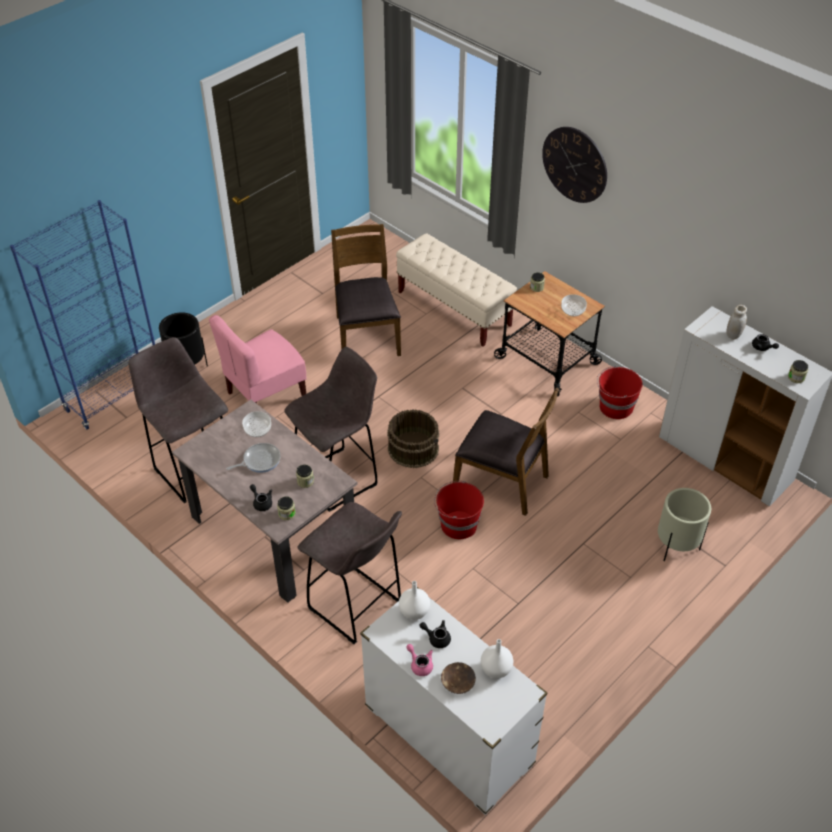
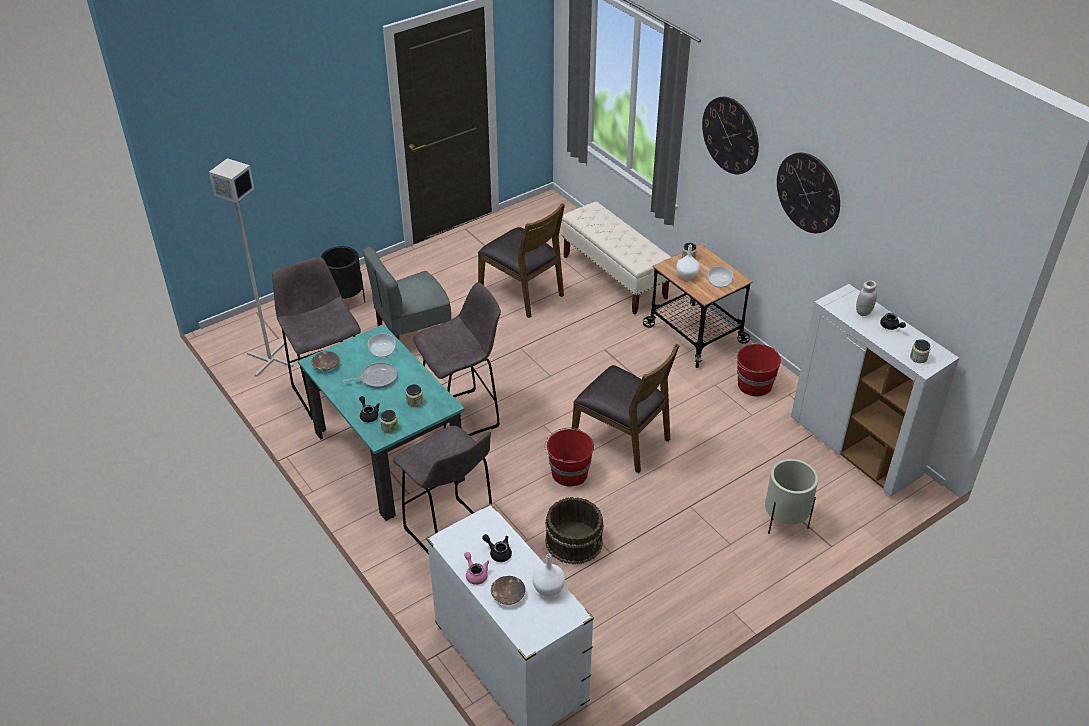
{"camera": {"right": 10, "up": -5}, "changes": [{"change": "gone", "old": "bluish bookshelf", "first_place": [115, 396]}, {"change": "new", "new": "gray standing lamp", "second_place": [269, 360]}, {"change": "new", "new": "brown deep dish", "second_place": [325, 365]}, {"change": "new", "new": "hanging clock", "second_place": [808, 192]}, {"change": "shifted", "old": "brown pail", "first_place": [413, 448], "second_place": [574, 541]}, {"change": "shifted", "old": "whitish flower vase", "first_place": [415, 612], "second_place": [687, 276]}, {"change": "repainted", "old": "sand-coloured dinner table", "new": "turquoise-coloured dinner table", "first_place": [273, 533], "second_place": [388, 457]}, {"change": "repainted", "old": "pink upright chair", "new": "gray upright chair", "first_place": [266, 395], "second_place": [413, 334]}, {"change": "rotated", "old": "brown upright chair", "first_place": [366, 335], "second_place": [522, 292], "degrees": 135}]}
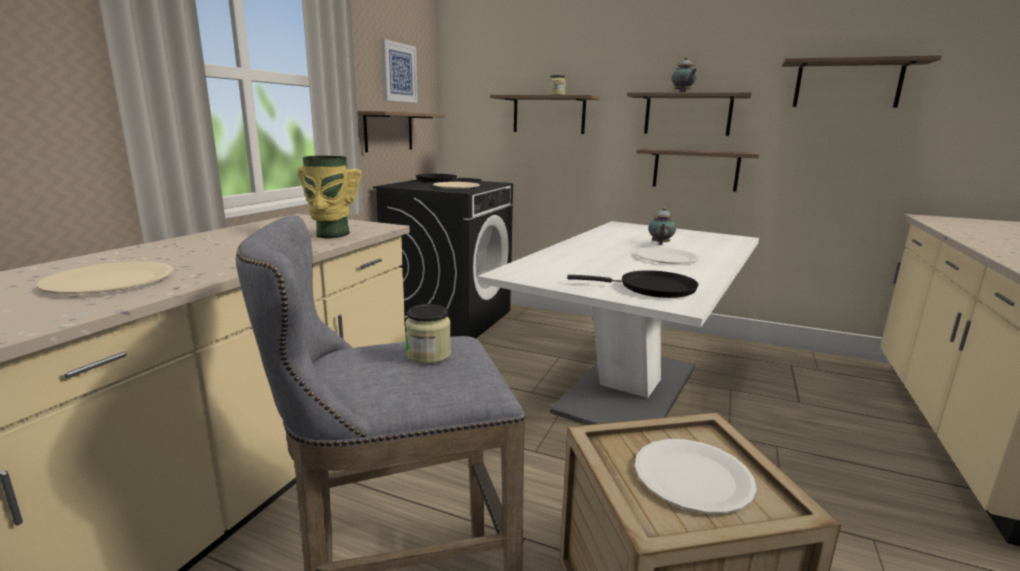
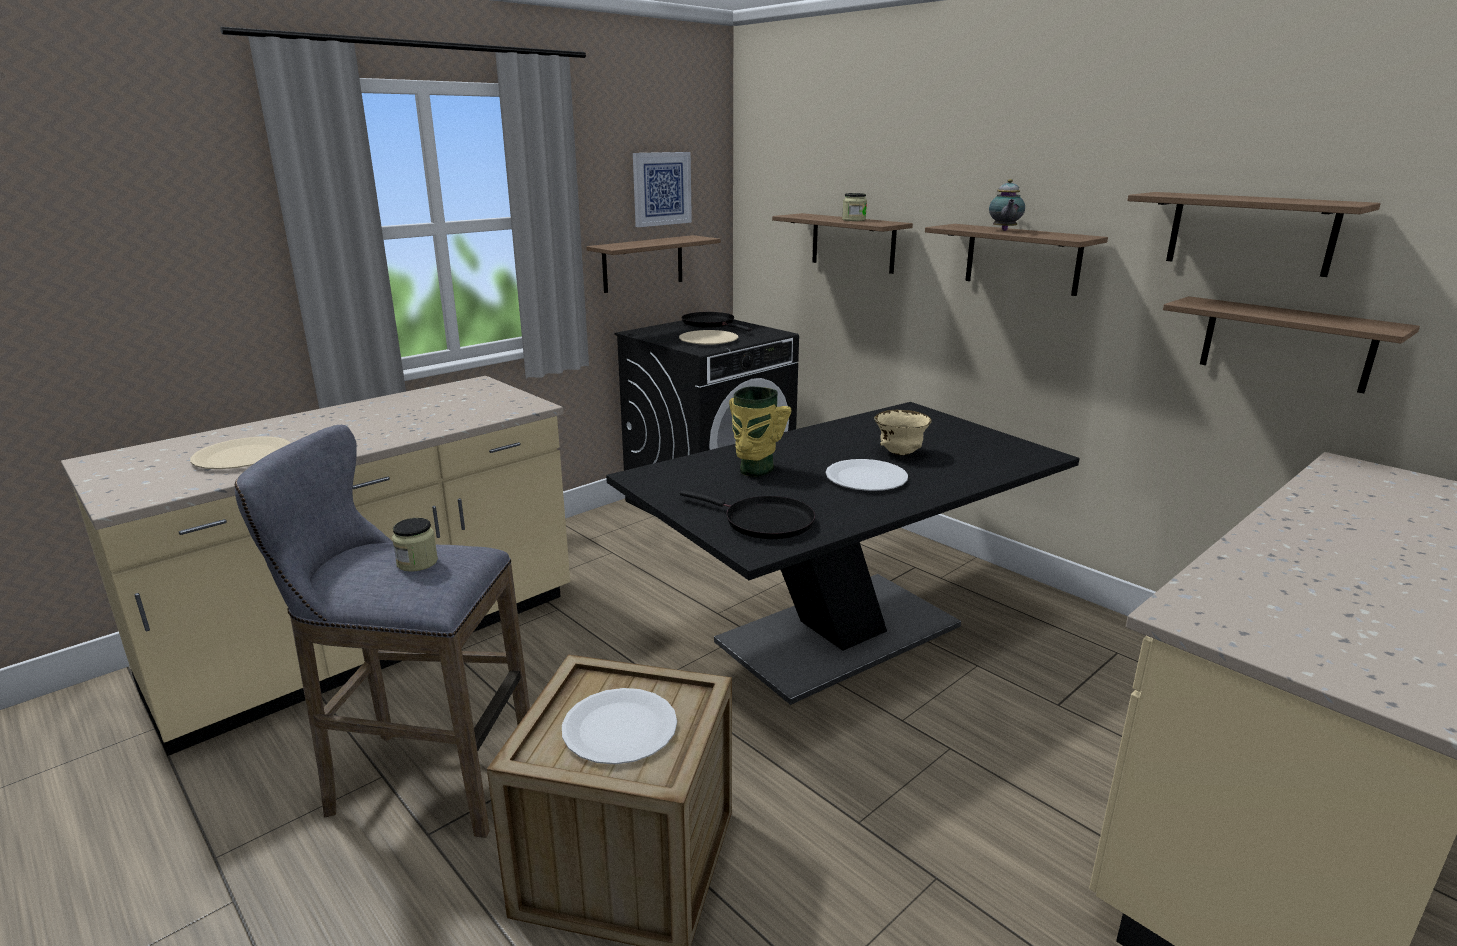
{"camera": {"right": 25, "up": 5}, "changes": [{"change": "shifted", "old": "flower vase", "first_place": [331, 235], "second_place": [754, 470]}, {"change": "shifted", "old": "wall shelf", "first_place": [695, 169], "second_place": [1286, 344]}, {"change": "swapped", "old": "pot for tea", "new": "sand-coloured deep dish", "first_place": [660, 244], "second_place": [899, 453]}, {"change": "repainted", "old": "whitish dinner table", "new": "blackish dinner table", "first_place": [628, 388], "second_place": [839, 634]}]}
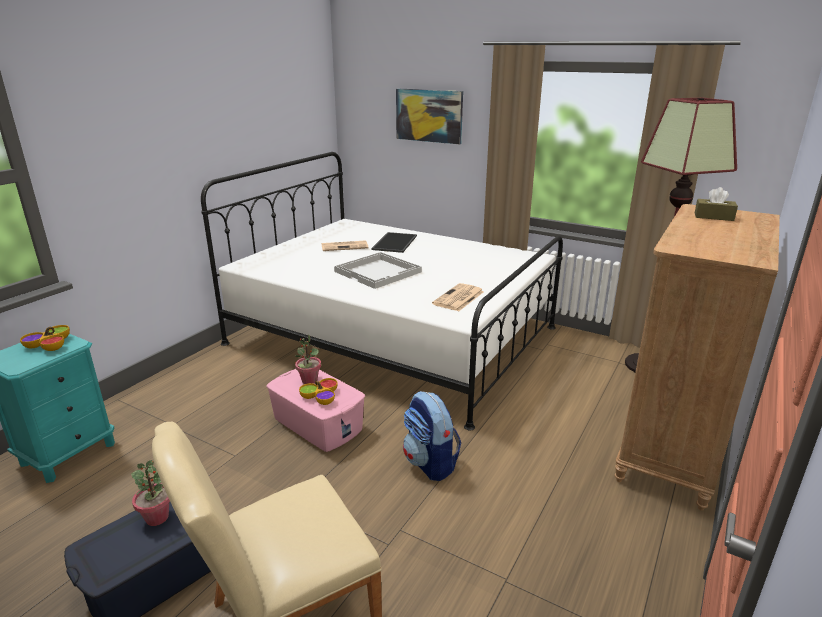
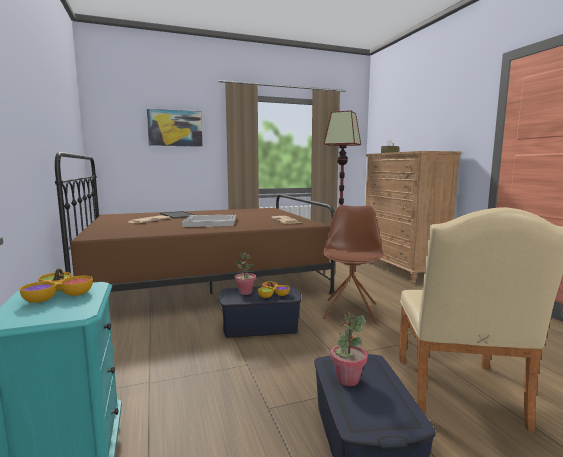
{"camera": {"right": -50, "up": -15}, "changes": [{"change": "swapped", "old": "backpack", "new": "brown upright chair", "first_place": [430, 463], "second_place": [350, 311]}, {"change": "repainted", "old": "whitish sleeping bed", "new": "brown sleeping bed", "first_place": [392, 335], "second_place": [205, 280]}, {"change": "repainted", "old": "pink storage box", "new": "bluish storage box", "first_place": [318, 423], "second_place": [260, 326]}]}
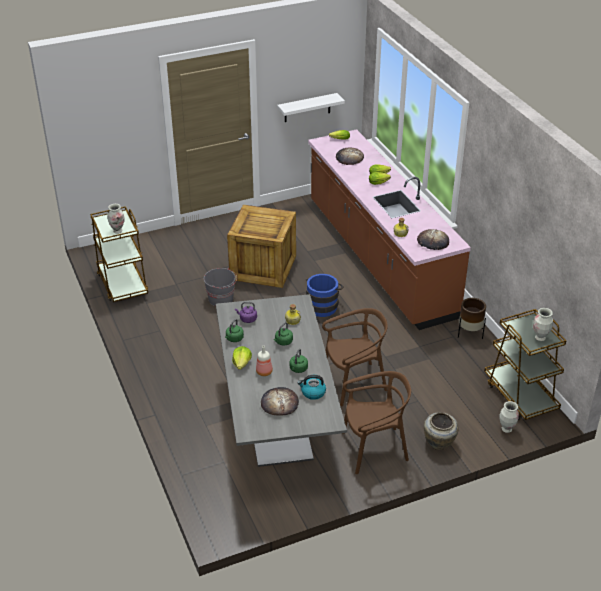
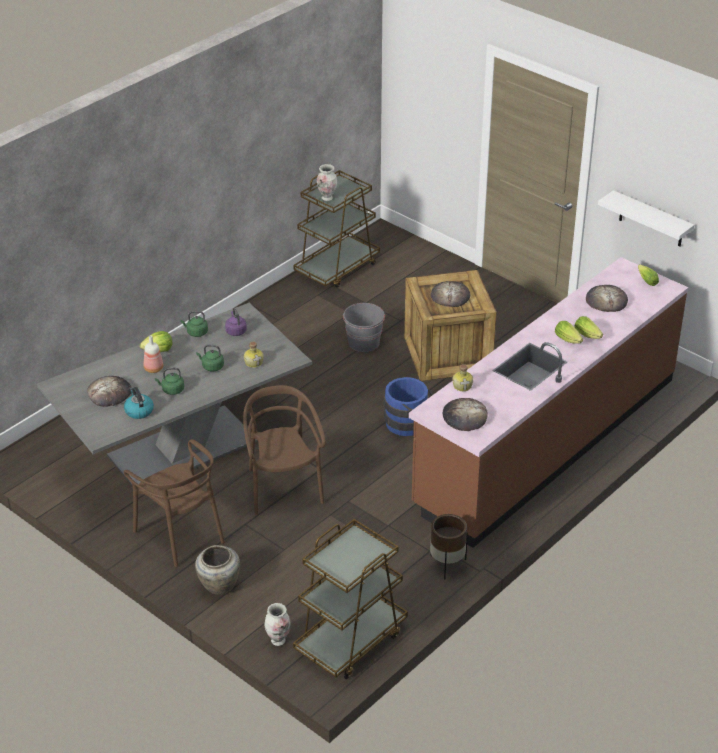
{"camera": {"right": 65, "up": 0}, "changes": [{"change": "gone", "old": "flower vase", "first_place": [540, 338]}, {"change": "new", "new": "bread", "second_place": [450, 296]}, {"change": "rotated", "old": "brown upright chair", "first_place": [354, 383], "second_place": [283, 488], "degrees": -150}]}
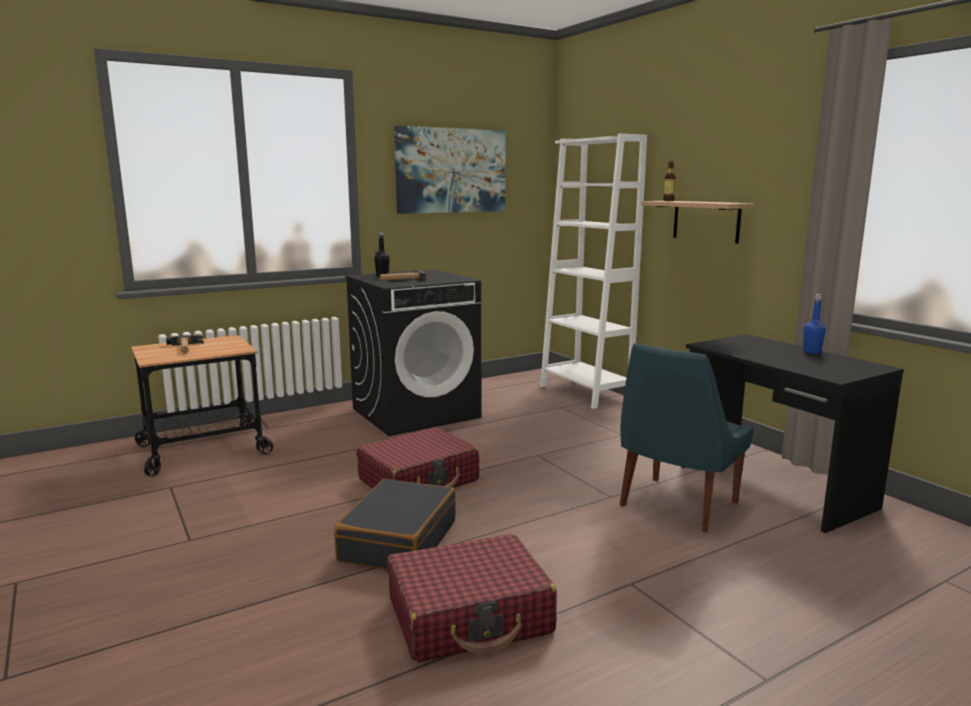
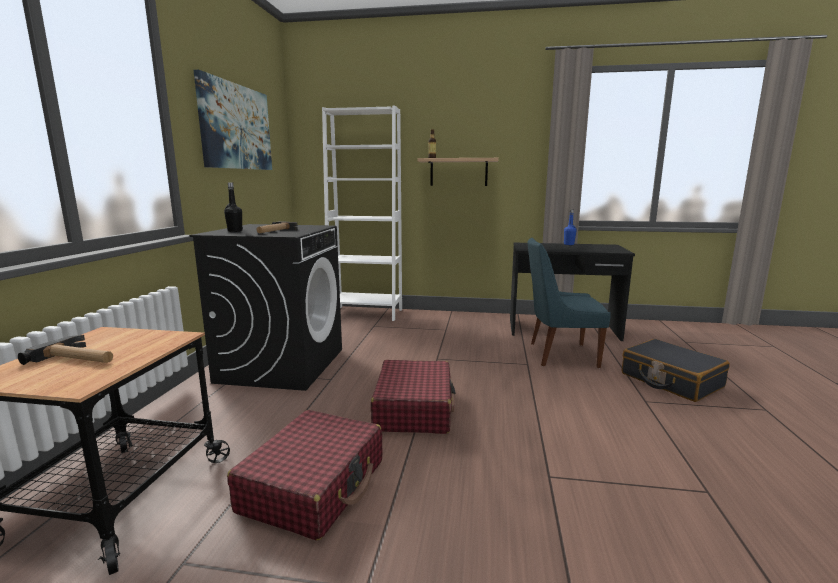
{"camera": {"right": -50, "up": 0}, "changes": [{"change": "shifted", "old": "blackish piece of luggage", "first_place": [398, 541], "second_place": [670, 380]}, {"change": "shifted", "old": "reddish piece of luggage", "first_place": [470, 616], "second_place": [314, 485]}, {"change": "rotated", "old": "bluish upright chair", "first_place": [676, 506], "second_place": [559, 355], "degrees": 105}]}
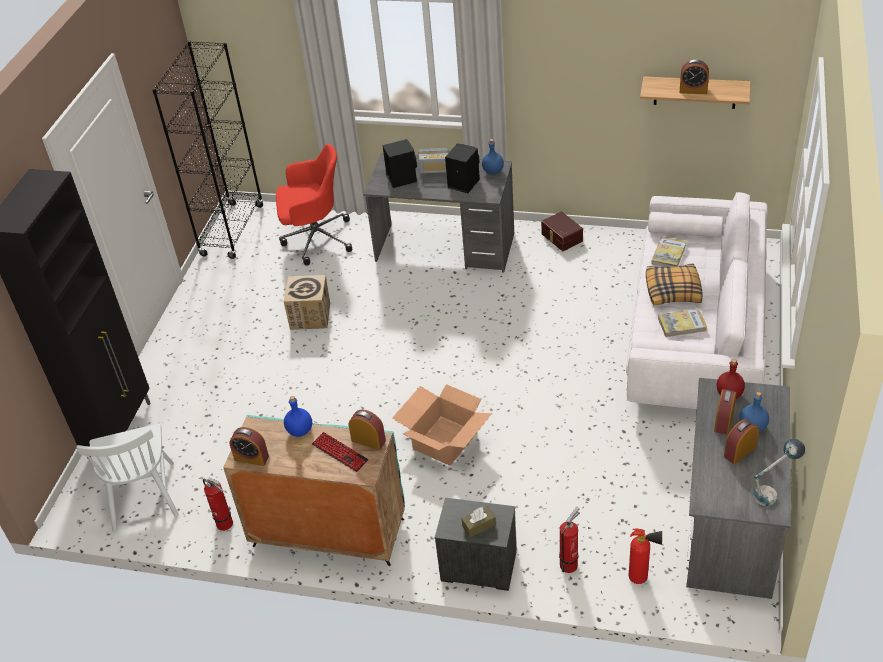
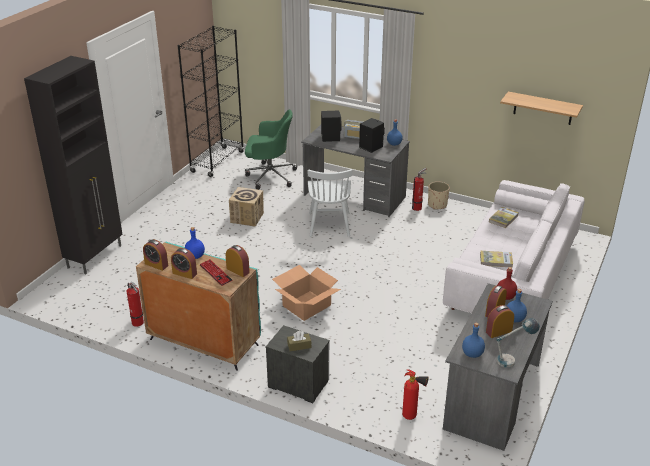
{"camera": {"right": 10, "up": -10}, "changes": [{"change": "gone", "old": "pillow", "first_place": [673, 290]}, {"change": "new", "new": "bluish bottle", "second_place": [472, 353]}, {"change": "shifted", "old": "whitish upright chair", "first_place": [143, 496], "second_place": [329, 224]}, {"change": "shifted", "old": "fire extinguisher", "first_place": [570, 563], "second_place": [417, 207]}, {"change": "shifted", "old": "bedside clock", "first_place": [693, 90], "second_place": [184, 273]}, {"change": "swapped", "old": "brown storage box", "new": "sand-coloured plant pot", "first_place": [561, 238], "second_place": [437, 205]}, {"change": "repainted", "old": "reddish desk chair", "new": "greenish desk chair", "first_place": [315, 239], "second_place": [269, 176]}]}
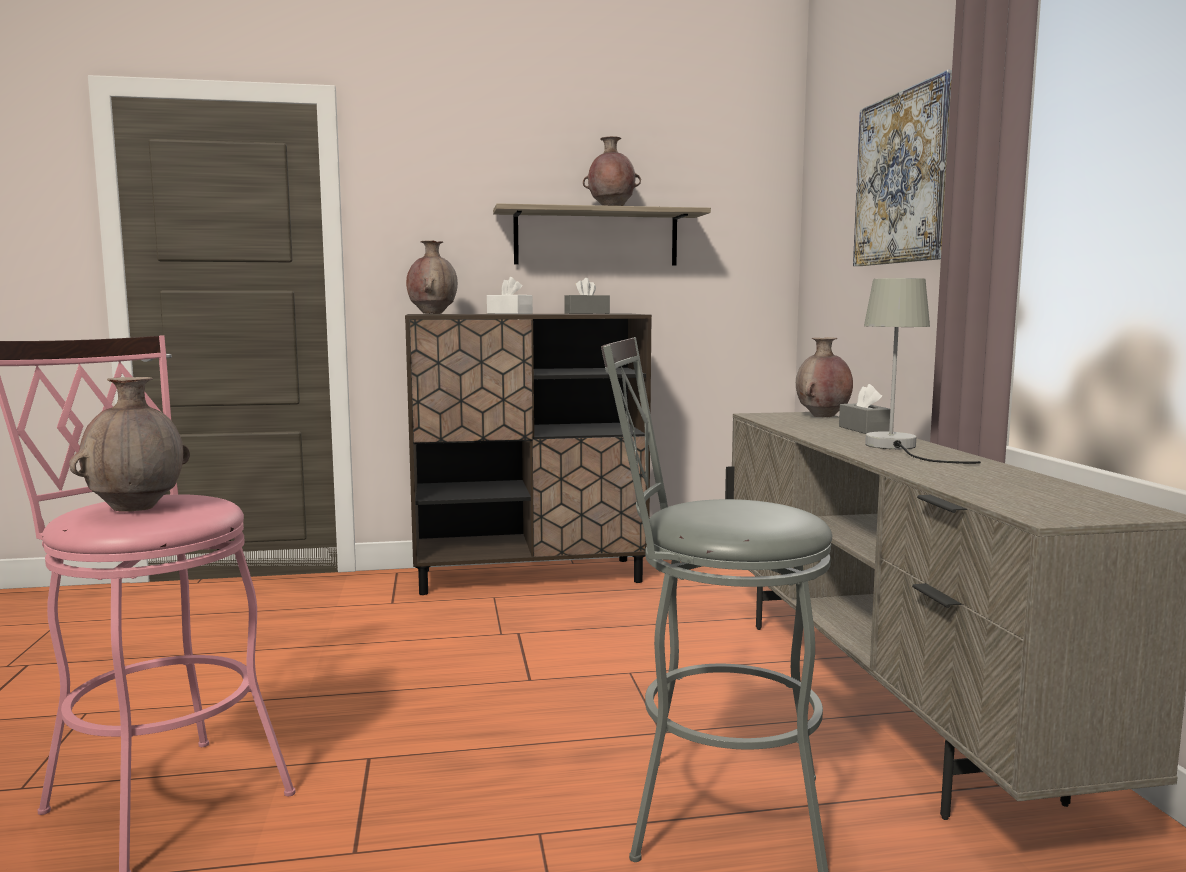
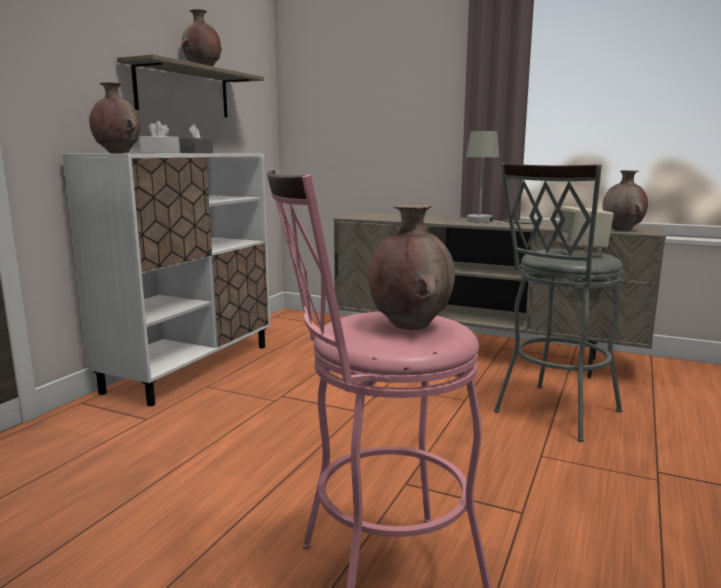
{"camera": {"right": -55, "up": 5}, "changes": [{"change": "gone", "old": "gray tissue box", "first_place": [864, 429]}, {"change": "gone", "old": "wall art", "first_place": [904, 178]}, {"change": "new", "new": "sand-coloured speaker", "second_place": [582, 254]}, {"change": "shifted", "old": "brown flower vase", "first_place": [822, 416], "second_place": [622, 230]}, {"change": "repainted", "old": "brown cupboard", "new": "whitish cupboard", "first_place": [530, 576], "second_place": [191, 367]}]}
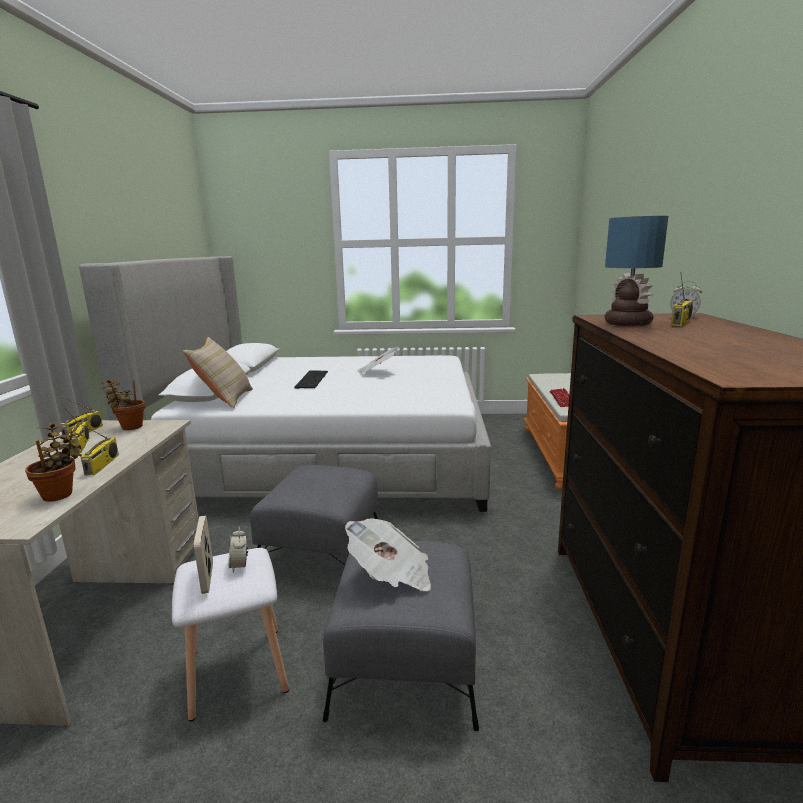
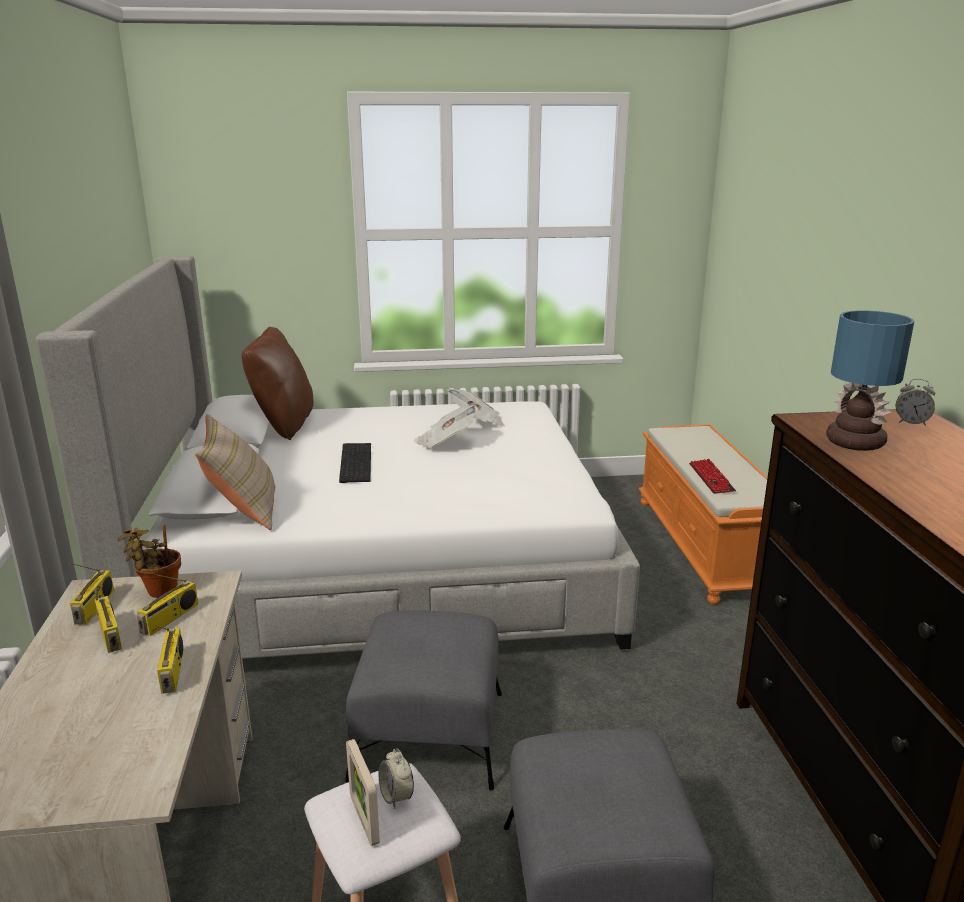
{"camera": {"right": -10, "up": 5}, "changes": [{"change": "gone", "old": "houseplant", "first_place": [61, 494]}, {"change": "new", "new": "brown pillow", "second_place": [283, 425]}, {"change": "shifted", "old": "daily paper", "first_place": [391, 574], "second_place": [477, 422]}, {"change": "shifted", "old": "radio receiver", "first_place": [681, 323], "second_place": [170, 619]}]}
